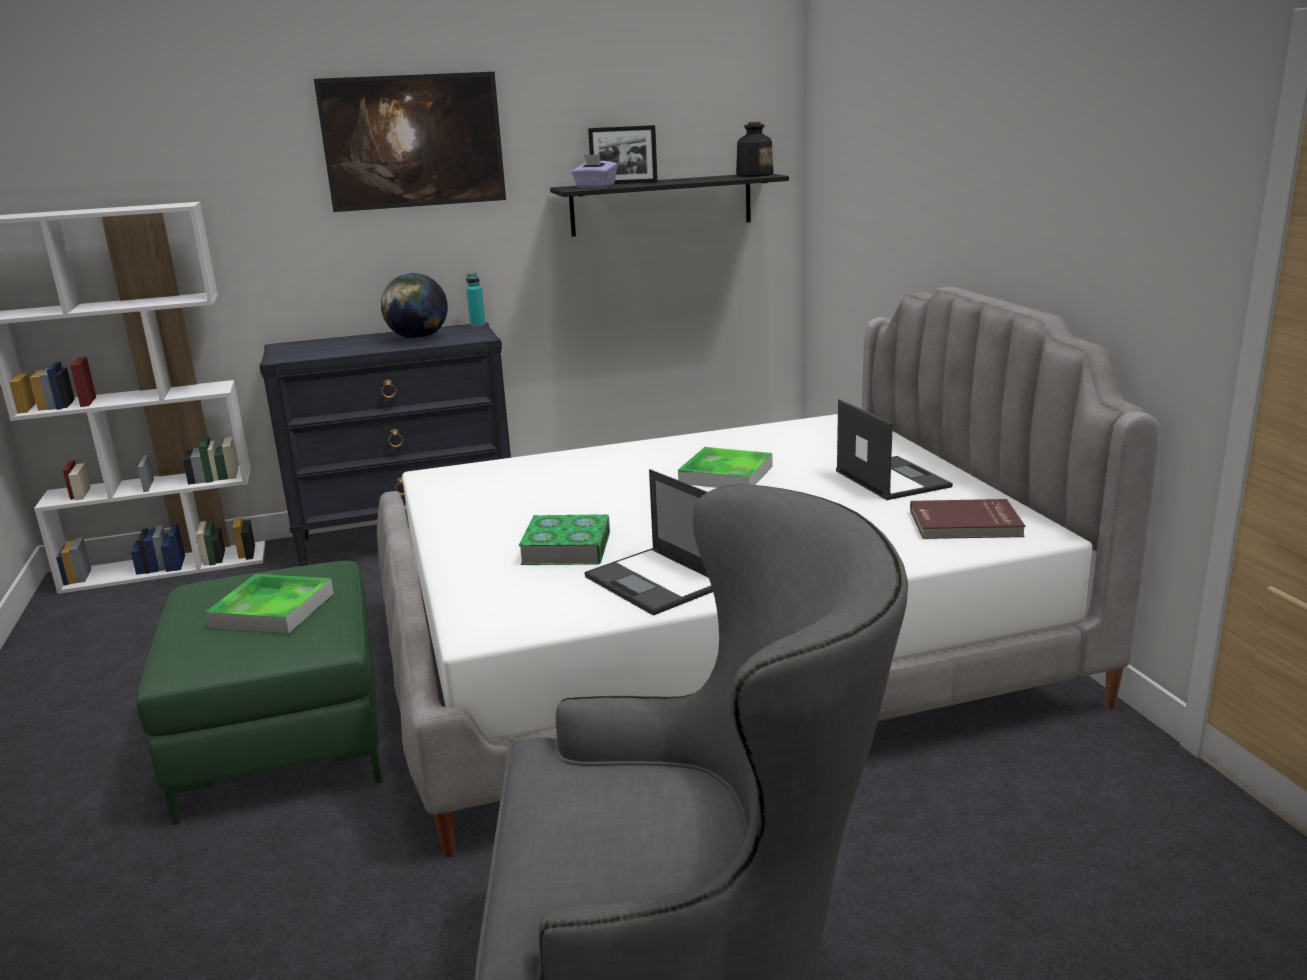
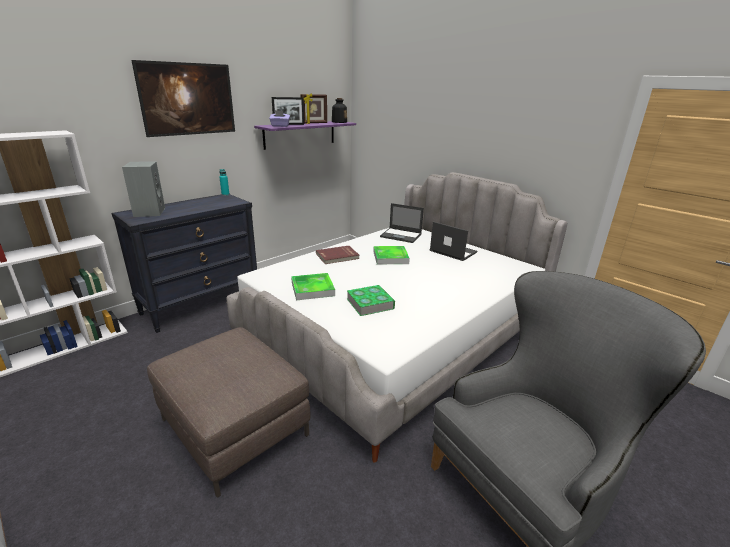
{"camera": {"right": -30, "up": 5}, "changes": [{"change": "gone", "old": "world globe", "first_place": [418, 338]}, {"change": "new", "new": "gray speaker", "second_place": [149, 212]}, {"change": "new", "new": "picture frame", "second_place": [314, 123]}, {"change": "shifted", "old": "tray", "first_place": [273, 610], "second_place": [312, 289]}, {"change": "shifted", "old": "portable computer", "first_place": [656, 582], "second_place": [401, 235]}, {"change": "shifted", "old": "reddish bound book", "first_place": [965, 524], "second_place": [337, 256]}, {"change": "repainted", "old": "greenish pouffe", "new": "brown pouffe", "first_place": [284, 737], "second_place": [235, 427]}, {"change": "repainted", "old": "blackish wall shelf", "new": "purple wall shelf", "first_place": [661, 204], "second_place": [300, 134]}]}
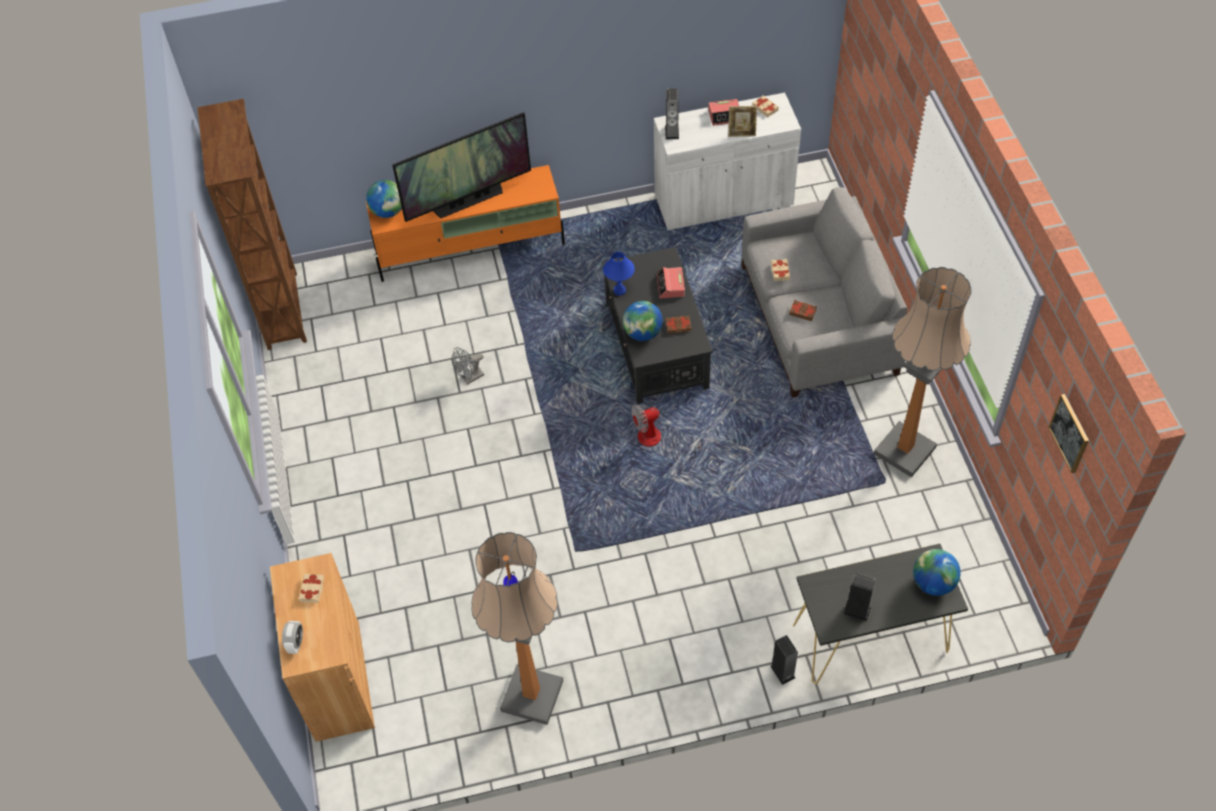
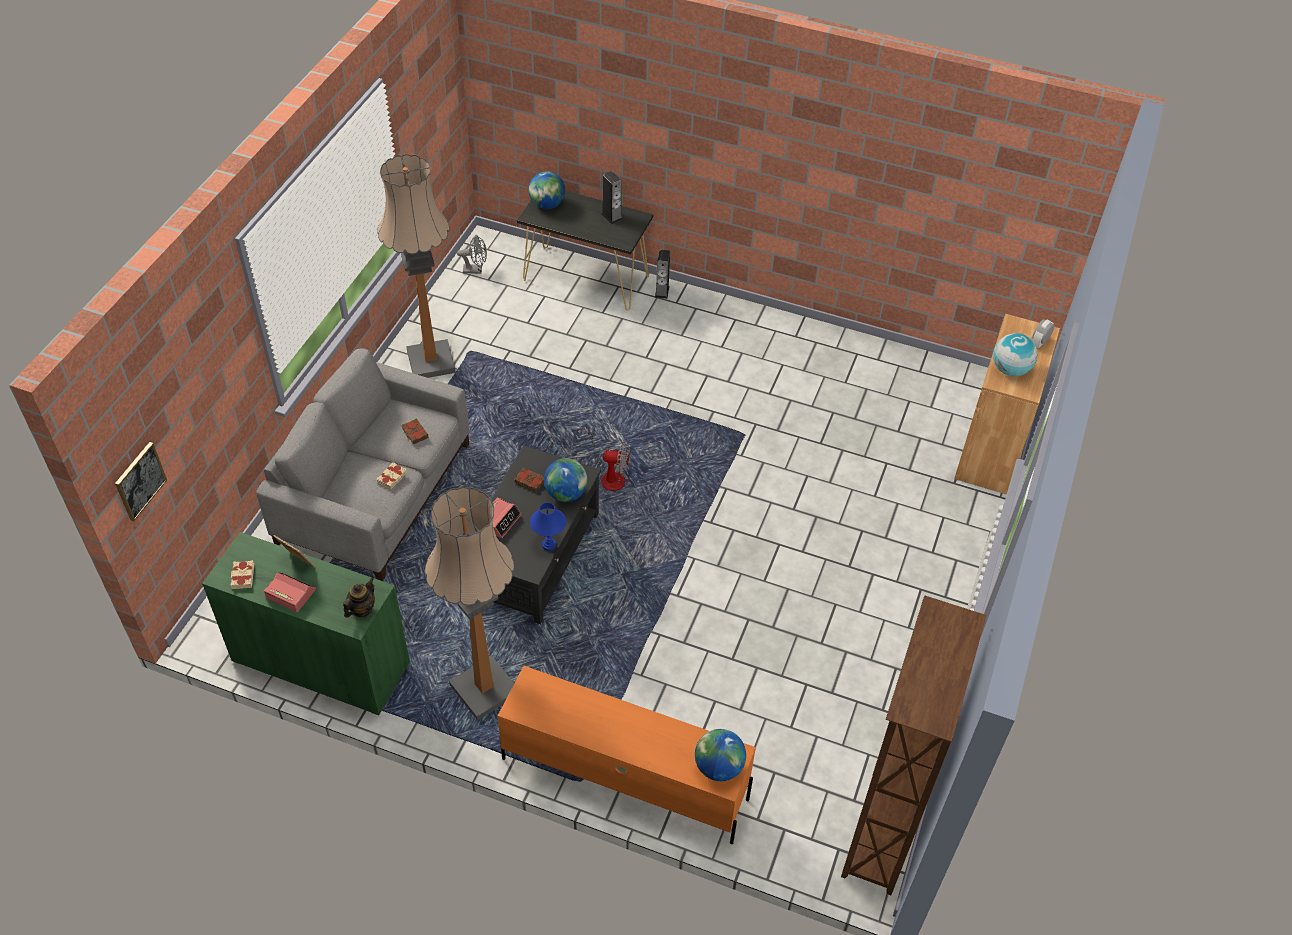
{"camera": {"right": -150, "up": -5}, "changes": [{"change": "gone", "old": "TV", "first_place": [468, 200]}, {"change": "shifted", "old": "gray electric fan", "first_place": [469, 378], "second_place": [476, 270]}, {"change": "shifted", "old": "standing lamp", "first_place": [532, 695], "second_place": [484, 690]}, {"change": "shifted", "old": "wall art", "first_place": [1070, 433], "second_place": [140, 481]}, {"change": "swapped", "old": "sand-coloured bound book", "new": "world globe", "first_place": [312, 589], "second_place": [1010, 369]}, {"change": "swapped", "old": "speaker", "new": "pot for tea", "first_place": [672, 132], "second_place": [361, 609]}, {"change": "repainted", "old": "whitish cupboard", "new": "greenish cupboard", "first_place": [723, 201], "second_place": [321, 662]}]}
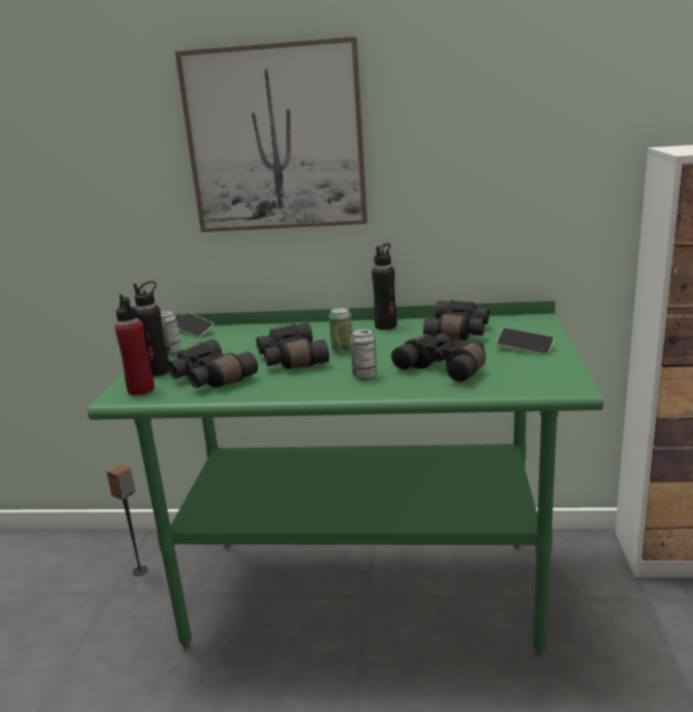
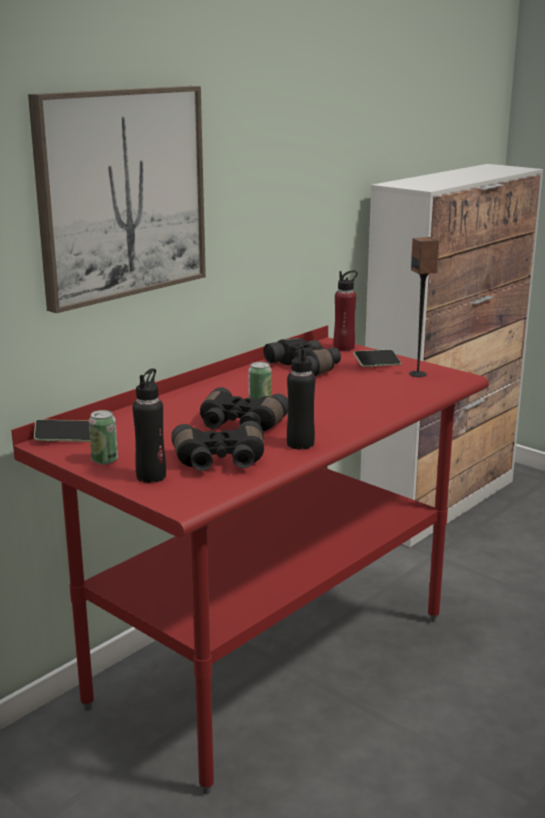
{"camera": {"right": -55, "up": 0}, "changes": [{"change": "gone", "old": "sealed can", "first_place": [364, 376]}, {"change": "gone", "old": "blackish pair of binoculars", "first_place": [445, 368]}, {"change": "shifted", "old": "speaker", "first_place": [140, 571], "second_place": [418, 374]}, {"change": "shifted", "old": "reddish bottle", "first_place": [141, 390], "second_place": [344, 347]}, {"change": "shifted", "old": "blackish bottle", "first_place": [386, 326], "second_place": [300, 444]}, {"change": "repainted", "old": "greenish desk table", "new": "reddish desk table", "first_place": [364, 592], "second_place": [271, 660]}]}
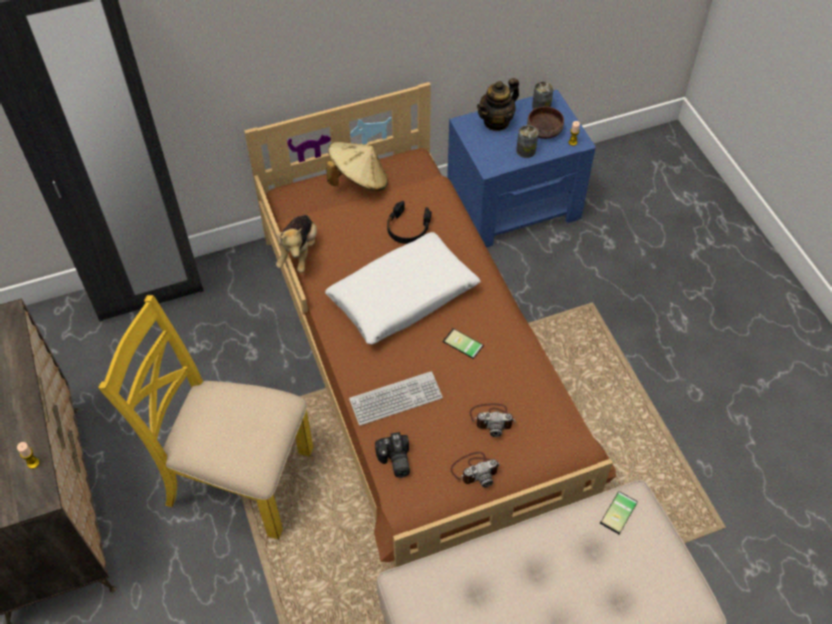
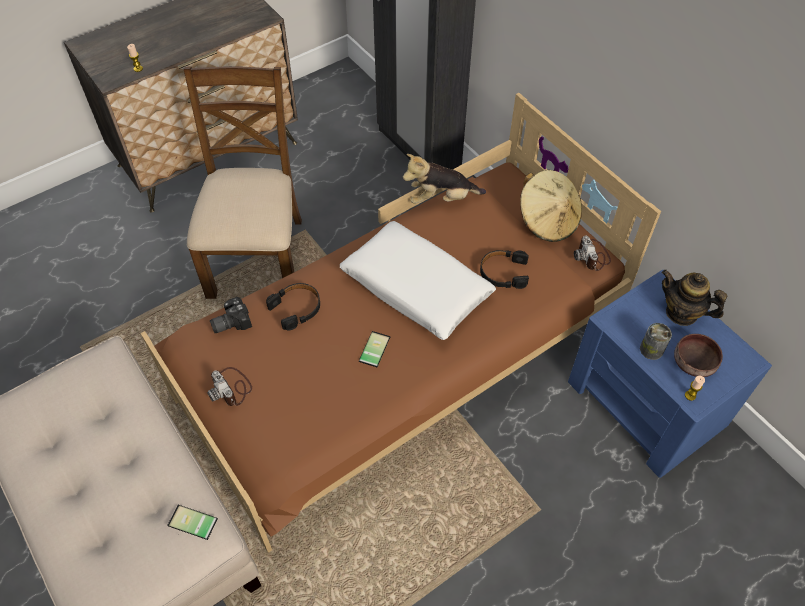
{"camera": {"right": 75, "up": 0}, "changes": [{"change": "gone", "old": "sealed can", "first_place": [541, 106]}, {"change": "shifted", "old": "photo camera", "first_place": [492, 419], "second_place": [592, 256]}, {"change": "swapped", "old": "keyboard", "new": "blackish pair of headphones", "first_place": [396, 399], "second_place": [296, 308]}, {"change": "repainted", "old": "yellow-coloured upright chair", "new": "brown upright chair", "first_place": [237, 477], "second_place": [258, 256]}]}
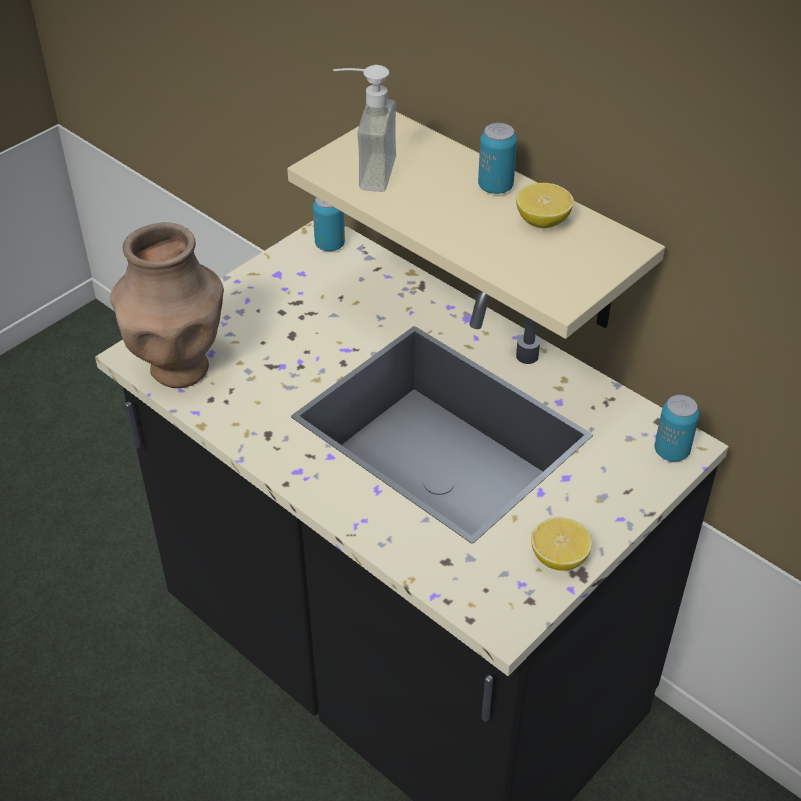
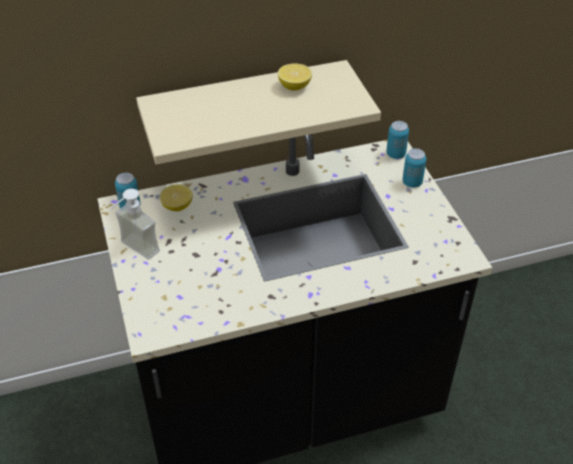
{"camera": {"right": -60, "up": 0}, "changes": [{"change": "gone", "old": "brown flower vase", "first_place": [179, 367]}, {"change": "shifted", "old": "liquid soap bottle", "first_place": [364, 172], "second_place": [134, 251]}, {"change": "shifted", "old": "sealed can", "first_place": [495, 187], "second_place": [412, 182]}, {"change": "shifted", "old": "citrus fruit", "first_place": [559, 558], "second_place": [177, 206]}]}
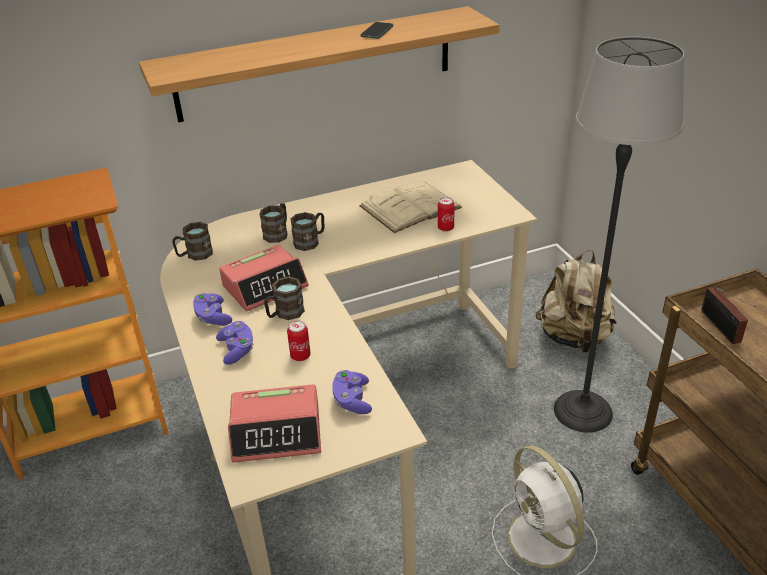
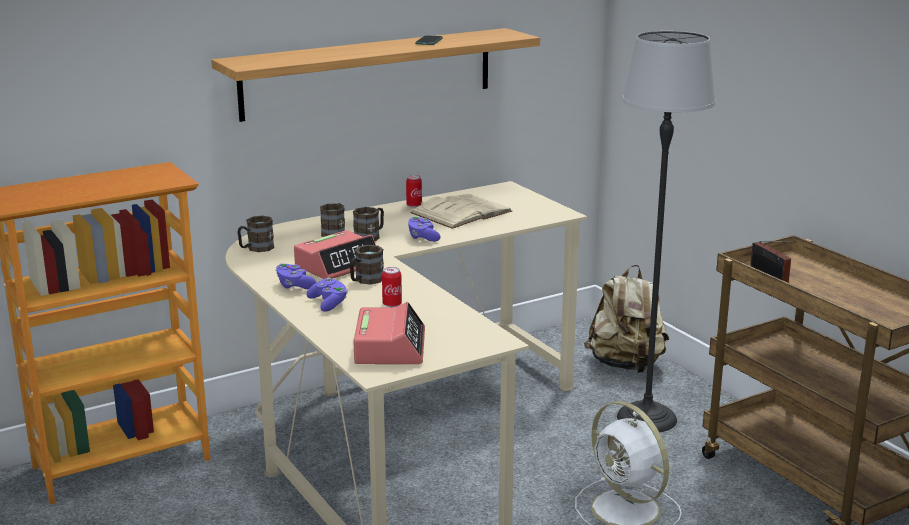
{"camera": {"right": -10, "up": -15}, "changes": [{"change": "shifted", "old": "purple joypad", "first_place": [352, 400], "second_place": [423, 237]}, {"change": "shifted", "old": "sealed can", "first_place": [445, 228], "second_place": [414, 205]}, {"change": "rotated", "old": "bedside clock", "first_place": [277, 432], "second_place": [390, 347], "degrees": -75}]}
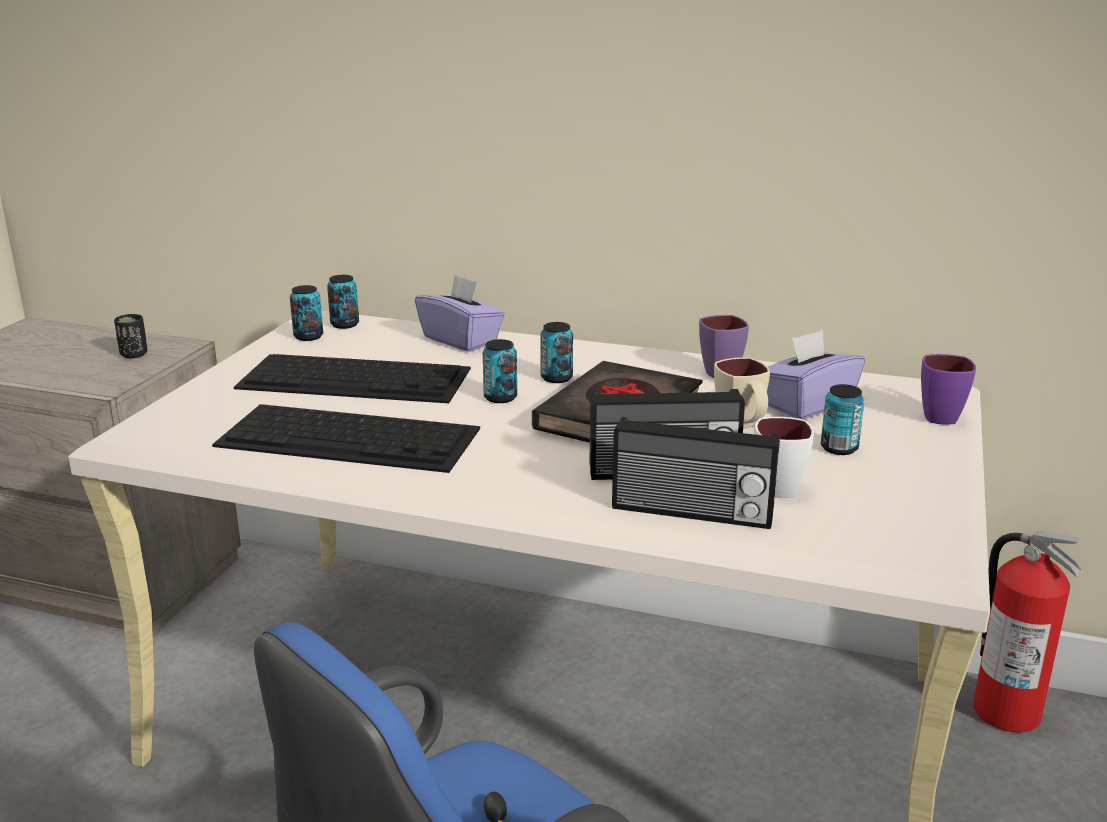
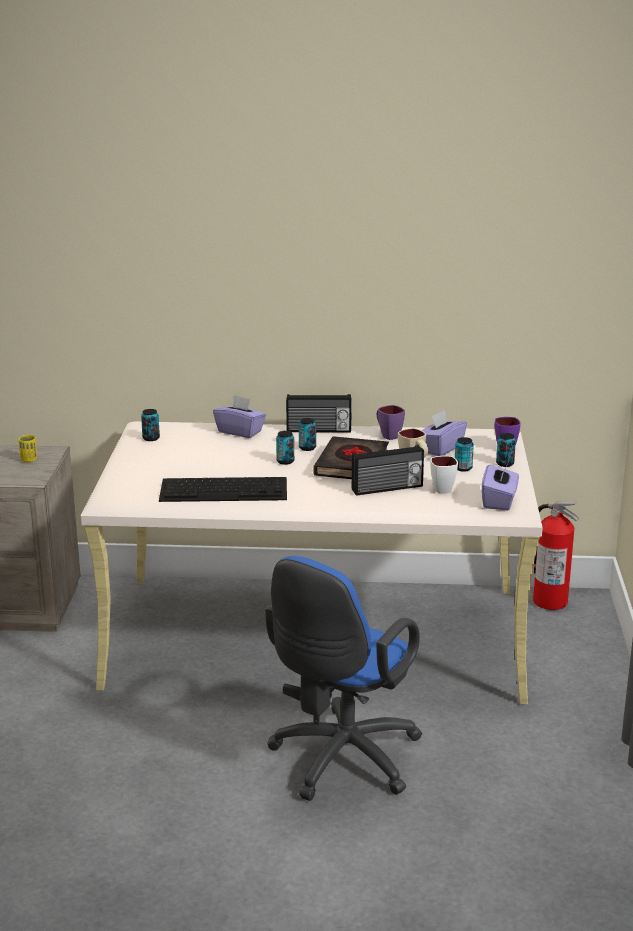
{"camera": {"right": -15, "up": 0}, "changes": [{"change": "gone", "old": "keyboard", "first_place": [357, 378]}, {"change": "new", "new": "purple tissue box", "second_place": [499, 501]}, {"change": "shifted", "old": "sealed can", "first_place": [344, 324], "second_place": [505, 463]}, {"change": "shifted", "old": "radio receiver", "first_place": [691, 513], "second_place": [318, 430]}, {"change": "repainted", "old": "blackish cup", "new": "yellow-coloured cup", "first_place": [134, 354], "second_place": [29, 460]}]}
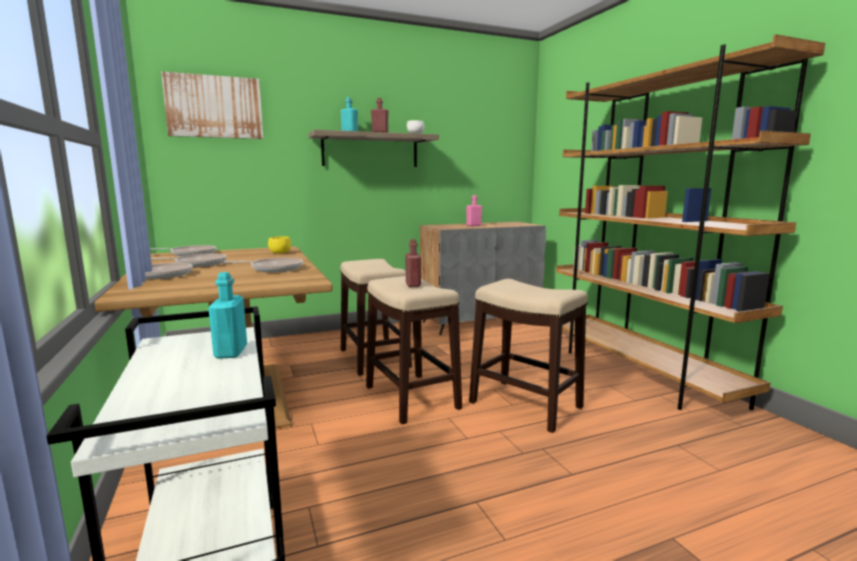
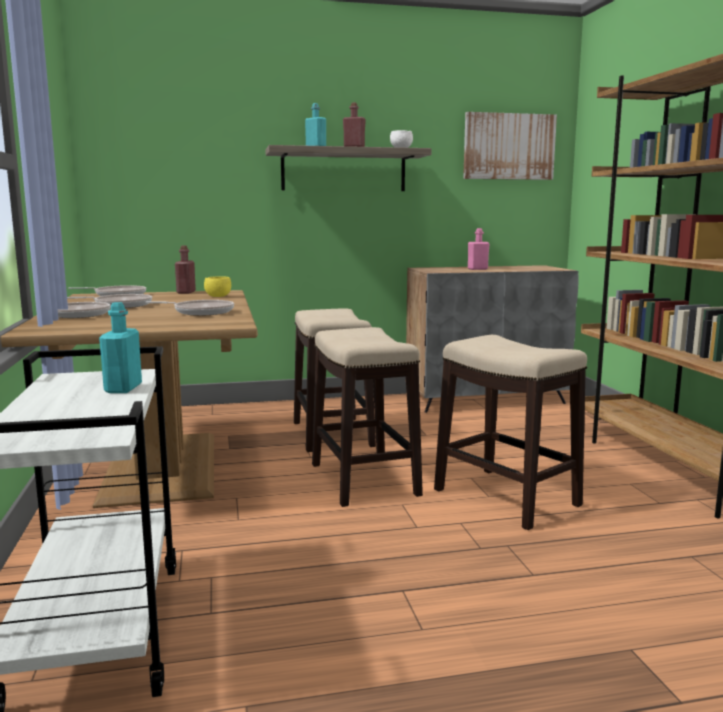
{"camera": {"right": 10, "up": 0}, "changes": [{"change": "shifted", "old": "wall art", "first_place": [214, 107], "second_place": [509, 146]}, {"change": "shifted", "old": "reddish bottle", "first_place": [413, 284], "second_place": [186, 292]}]}
